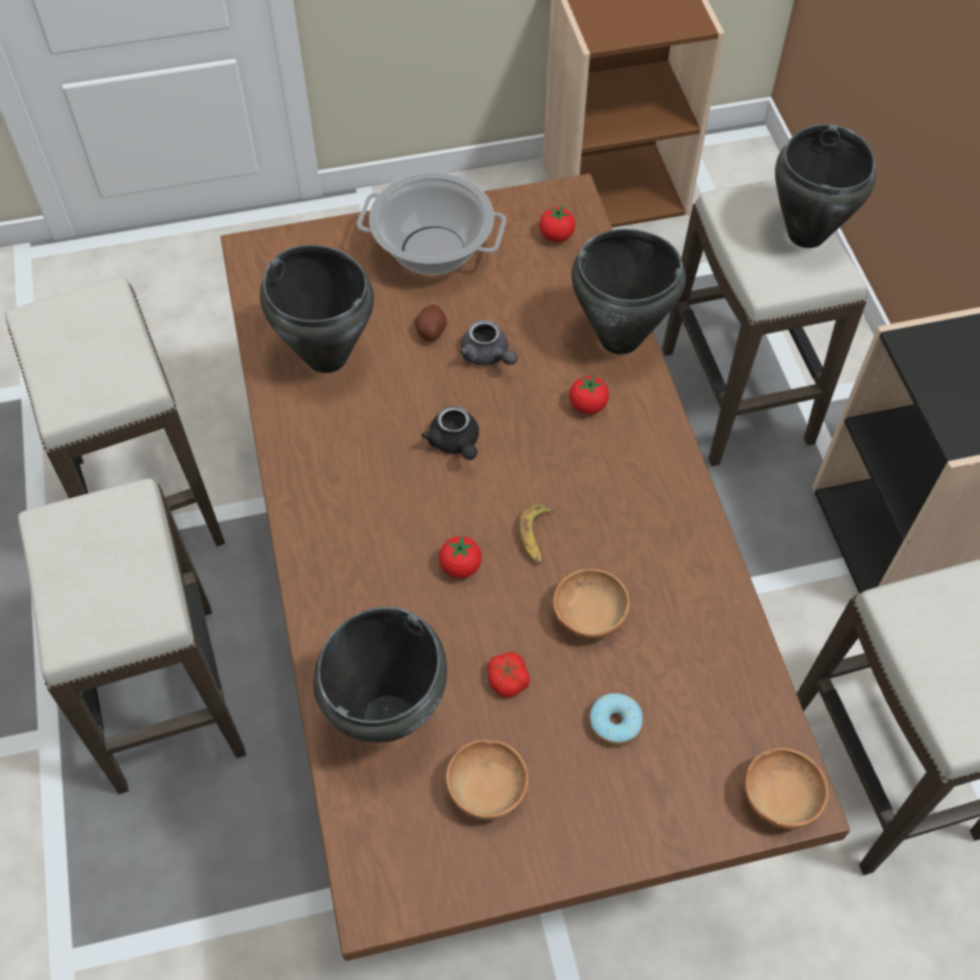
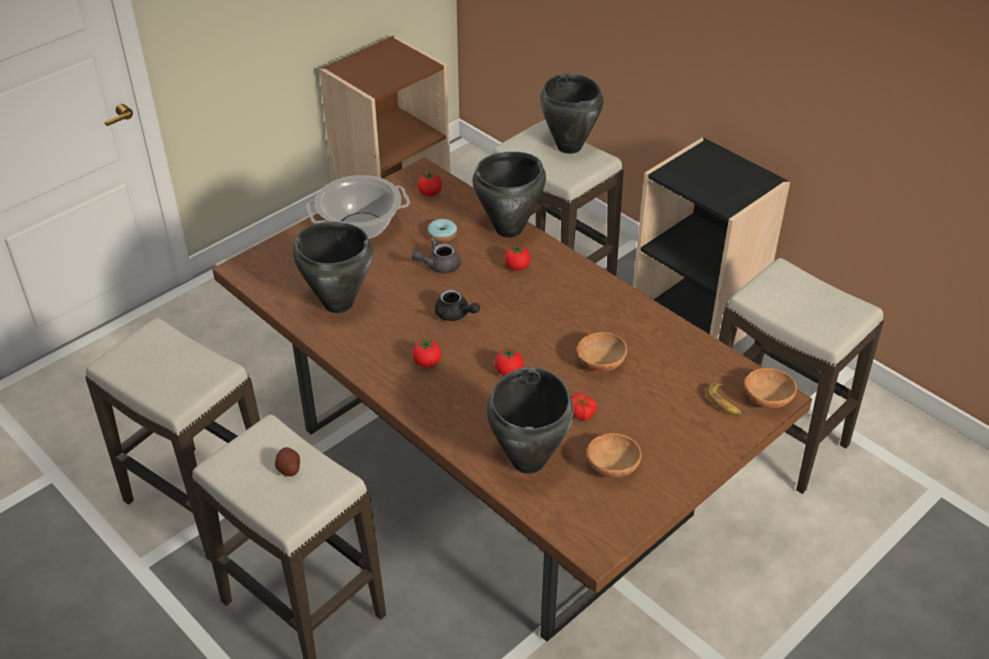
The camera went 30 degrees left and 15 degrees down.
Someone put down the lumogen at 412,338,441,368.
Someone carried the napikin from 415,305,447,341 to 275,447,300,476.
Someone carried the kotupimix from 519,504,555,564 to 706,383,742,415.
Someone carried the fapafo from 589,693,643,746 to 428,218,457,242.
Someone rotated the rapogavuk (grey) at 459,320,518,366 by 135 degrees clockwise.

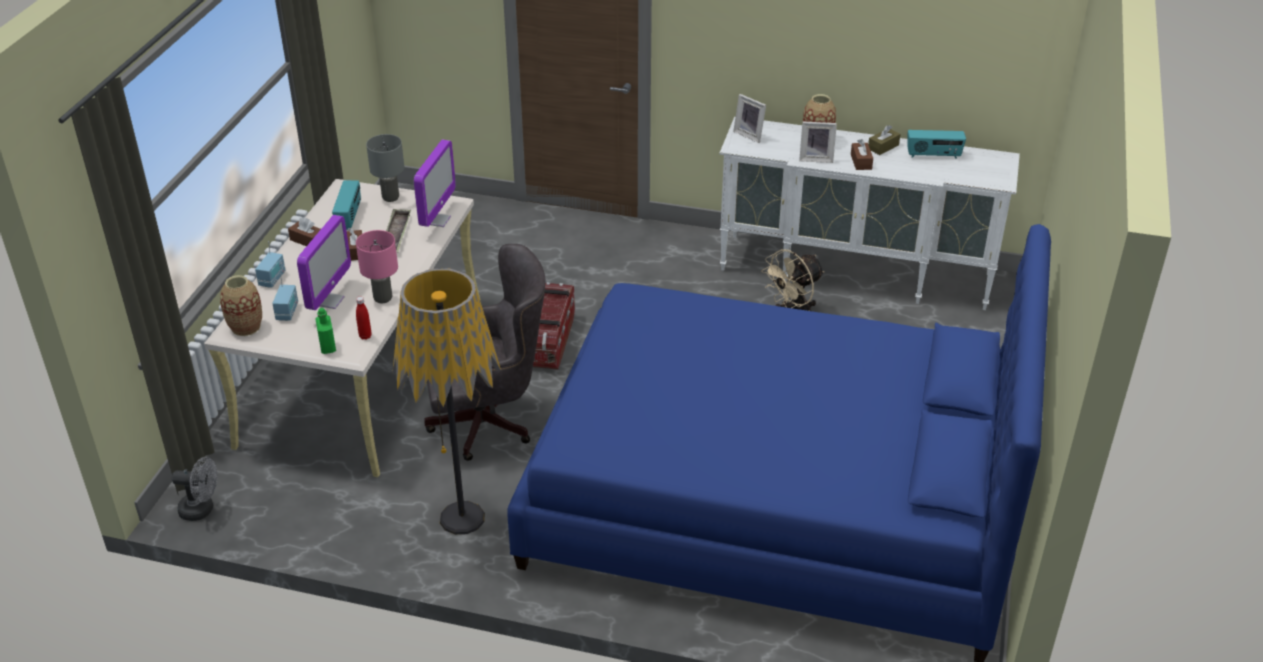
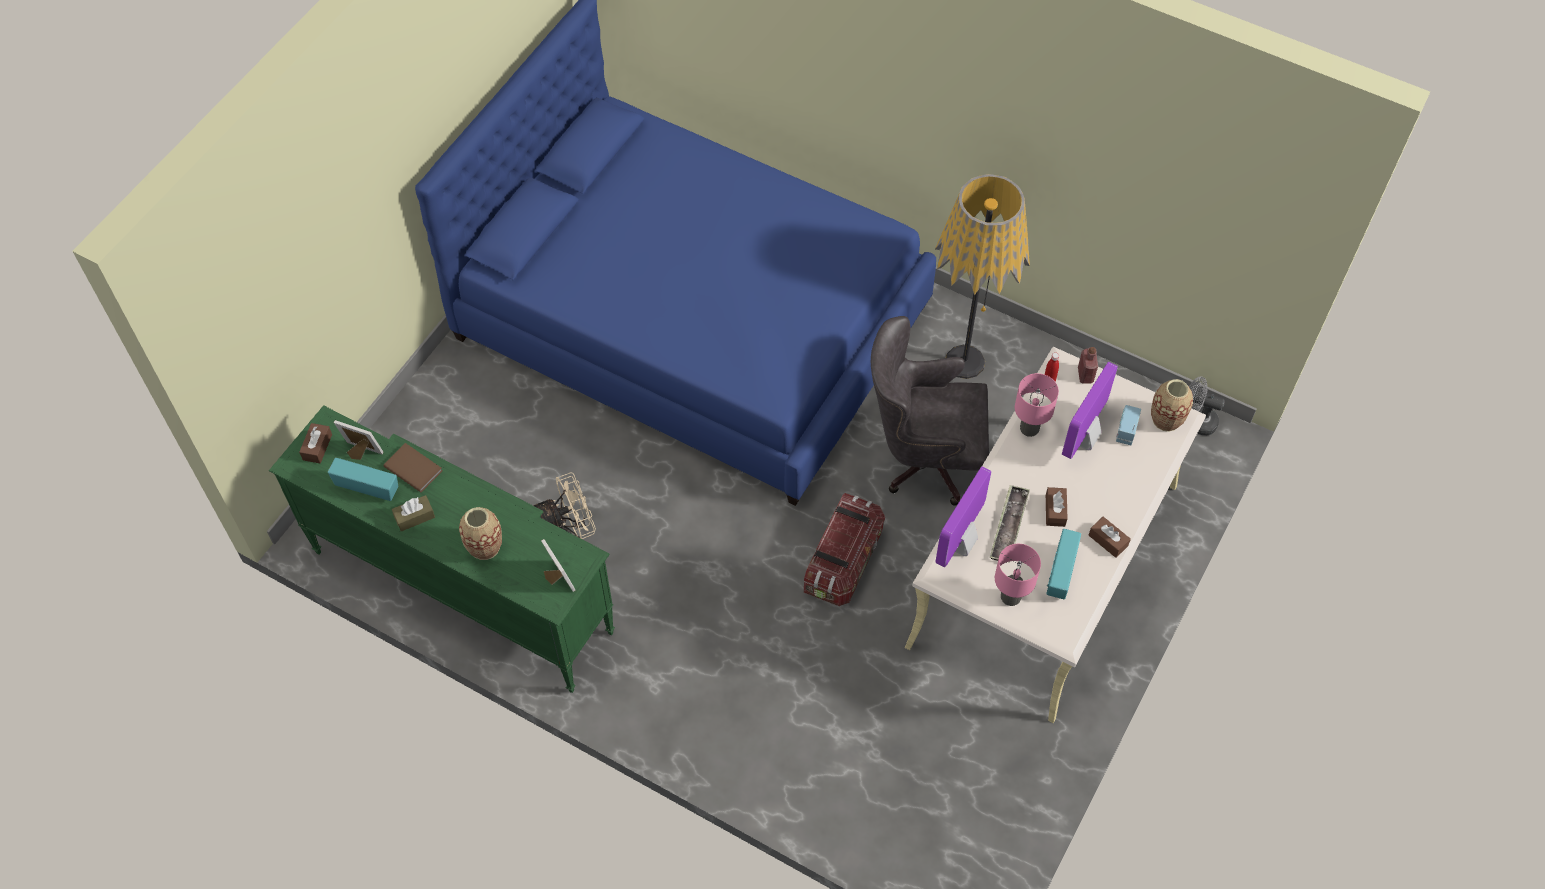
The camera went 165 degrees left and 20 degrees up.
Someone took away the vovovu at 255,241,285,288.
Someone put down the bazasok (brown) at 384,443,442,492.
Someone carried the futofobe from 799,122,837,163 to 334,420,383,460.
Someone carried the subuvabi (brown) from 851,139,873,170 to 299,423,332,463.
Someone repainted the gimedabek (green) at 315,308,336,354, which became the gimedabek (red) at 1078,347,1098,384.
Someone repainted the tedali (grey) at 366,134,405,202, which became the tedali (pink) at 995,544,1041,606.
Someone repainted the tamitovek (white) at 720,117,1020,310, which became the tamitovek (green) at 269,405,615,693.

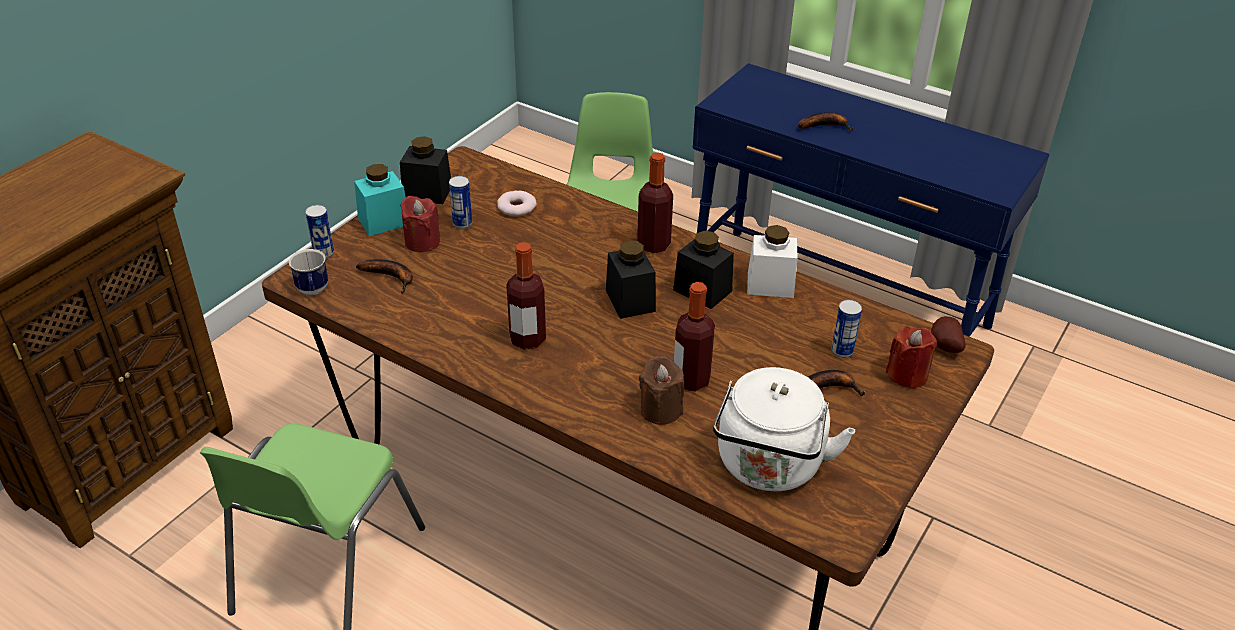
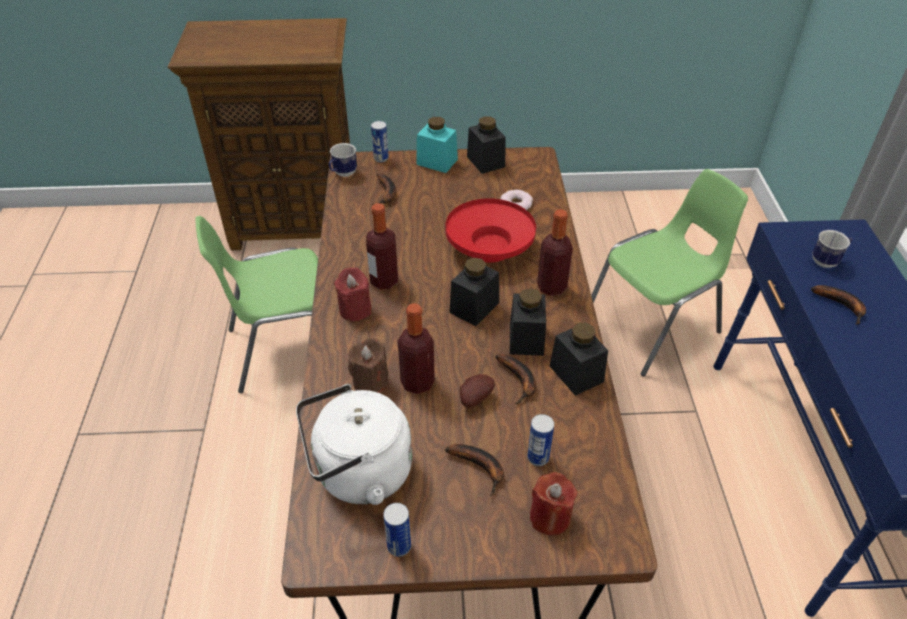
The camera went 55 degrees right and 5 degrees up.
Someone put down the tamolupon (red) at 445,198,536,263.
Someone put down the kotupimix at 495,354,536,404.
Someone put down the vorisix at 813,230,852,268.
Someone carried the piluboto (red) from 400,195,440,252 to 334,268,372,321.
Someone carried the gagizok from 449,176,472,229 to 383,503,411,557.
Someone carried the napikin from 931,316,966,353 to 460,374,495,408.
Someone repainted the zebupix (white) at 747,225,798,298, which became the zebupix (black) at 550,322,608,396.

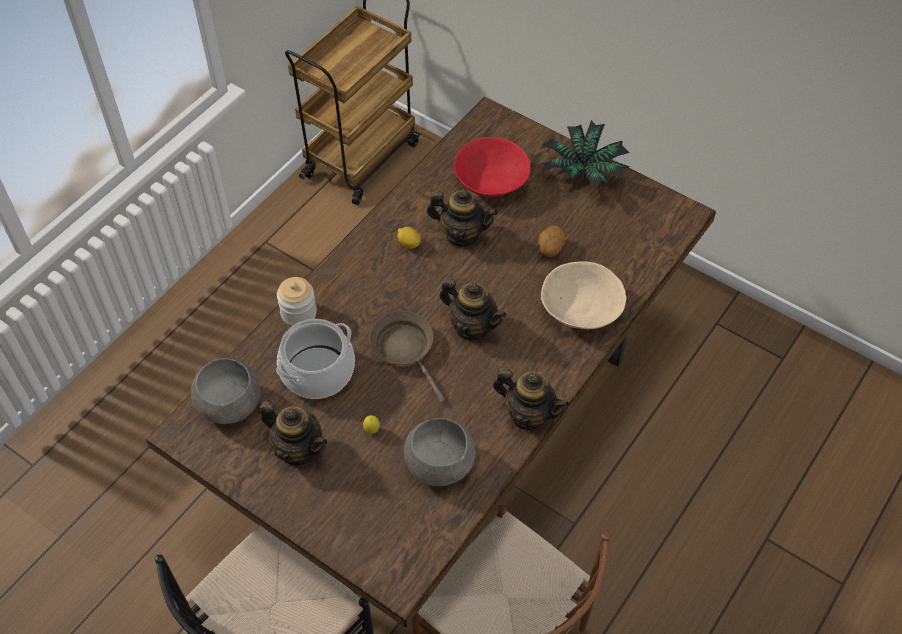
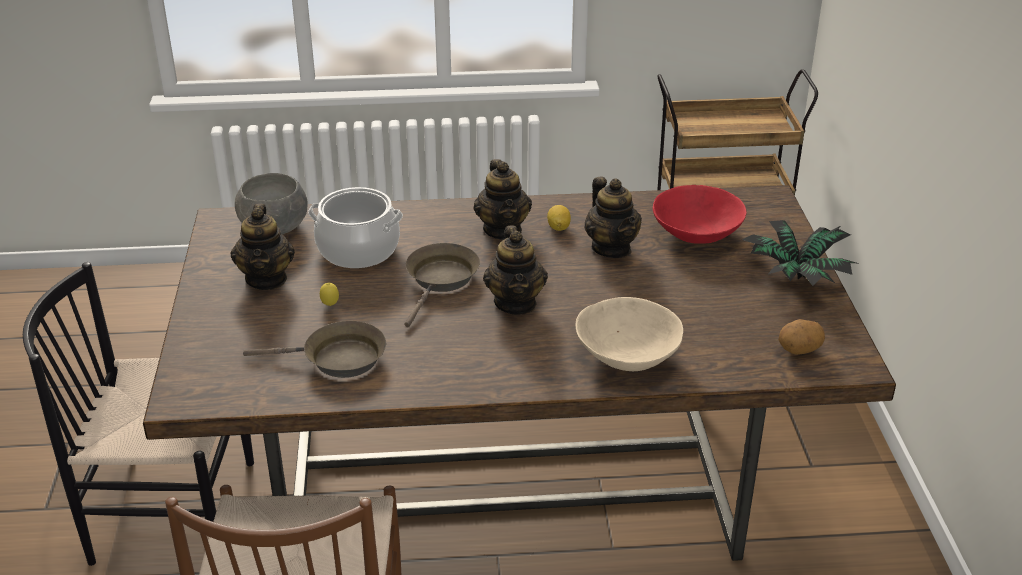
The camera went 50 degrees right and 20 degrees down.
Someone took away the zebupix at 277,277,317,326.
Someone carried the rapogavuk from 493,367,569,430 to 473,159,532,240.
Someone carried the napikin from 538,225,565,257 to 778,319,825,355.
Someone swapped the tamolupon (grey) at 403,417,476,486 for the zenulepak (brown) at 243,321,386,378.

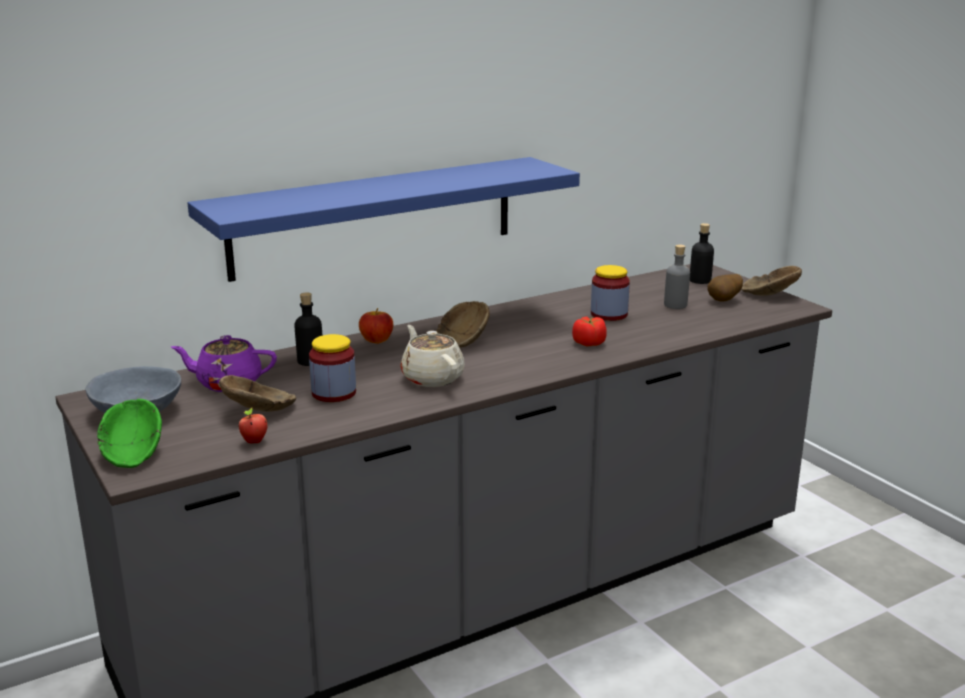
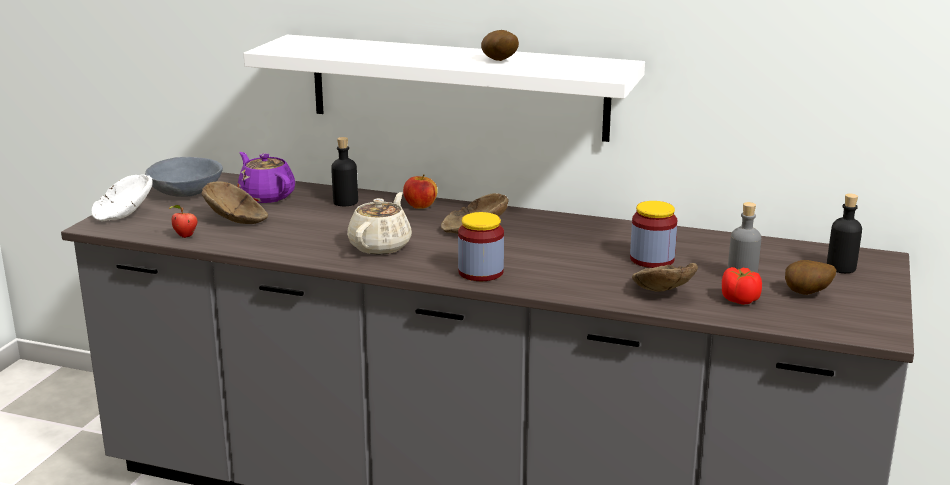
The camera went 50 degrees right and 0 degrees up.
Someone put down the napikin at 481,30,519,61.
Someone carried the zebupix from 309,334,356,402 to 458,212,504,281.
Someone carried the lumogen from 572,317,607,346 to 722,267,762,305.
Someone carried the tamolupon (brown) from 741,266,802,296 to 632,263,698,292.
Someone repainted the tamolupon (green) at 97,399,162,468, which became the tamolupon (white) at 91,174,152,221.
Someone repainted the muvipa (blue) at 188,157,580,282, which became the muvipa (white) at 243,35,645,142.

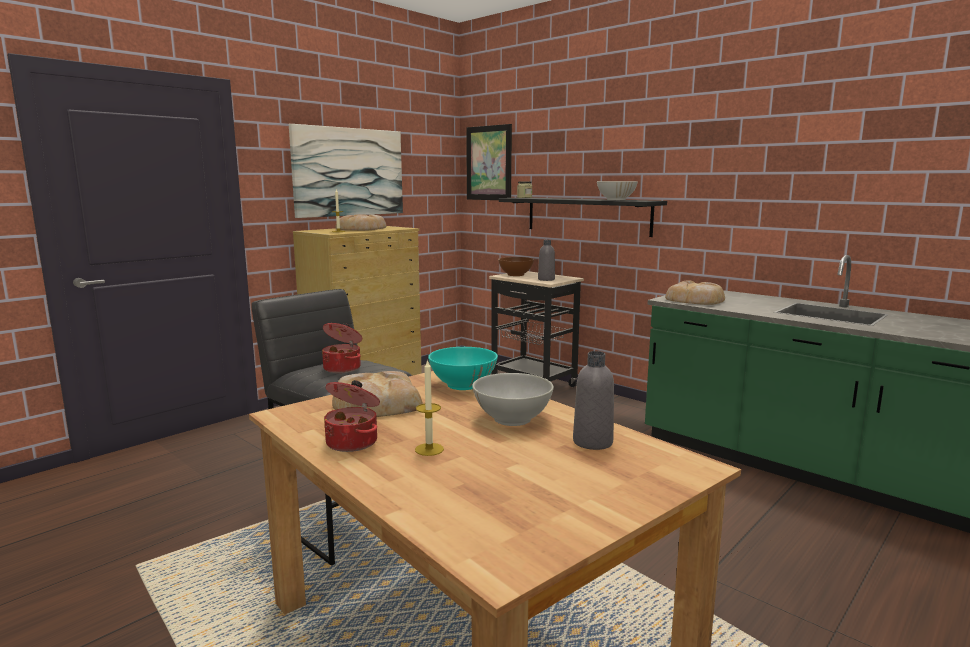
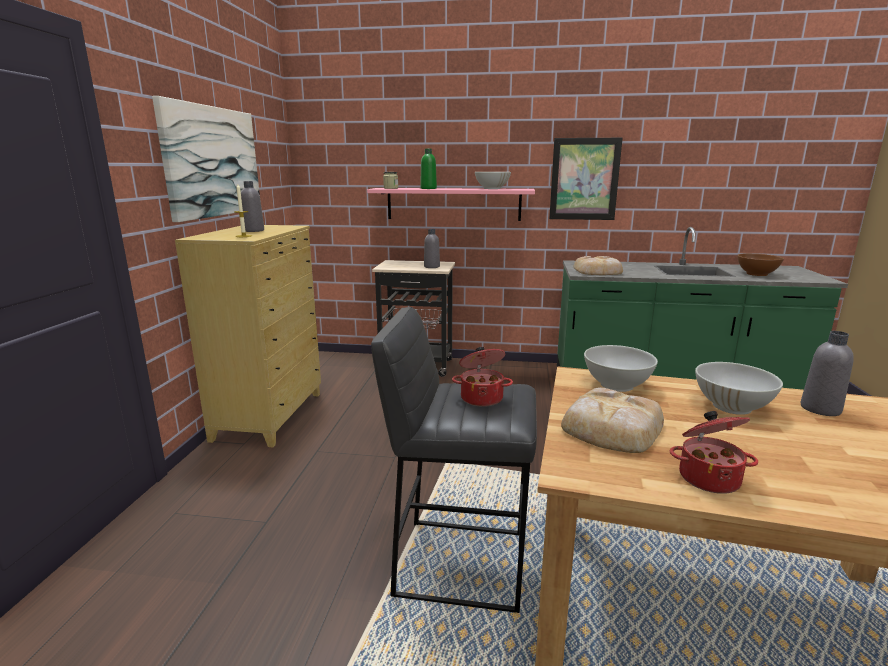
The camera went 35 degrees left and 5 degrees up.
Someone took away the piluboto at 415,359,444,456.
Someone put down the gimedabek (green) at 420,149,437,189.
Someone carried the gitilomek from 466,124,512,200 to 549,138,623,220.
Someone carried the tamolupon (brown) from 498,257,534,276 to 737,253,784,276.
Someone swapped the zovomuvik at 335,214,386,231 for the gimedabek (grey) at 241,181,264,232.
Someone repainted the tamolupon (turquoise) at 428,347,498,390, which became the tamolupon (white) at 584,345,658,392.
Someone repainted the muvipa (black) at 499,198,667,237, which became the muvipa (pink) at 367,188,535,221.

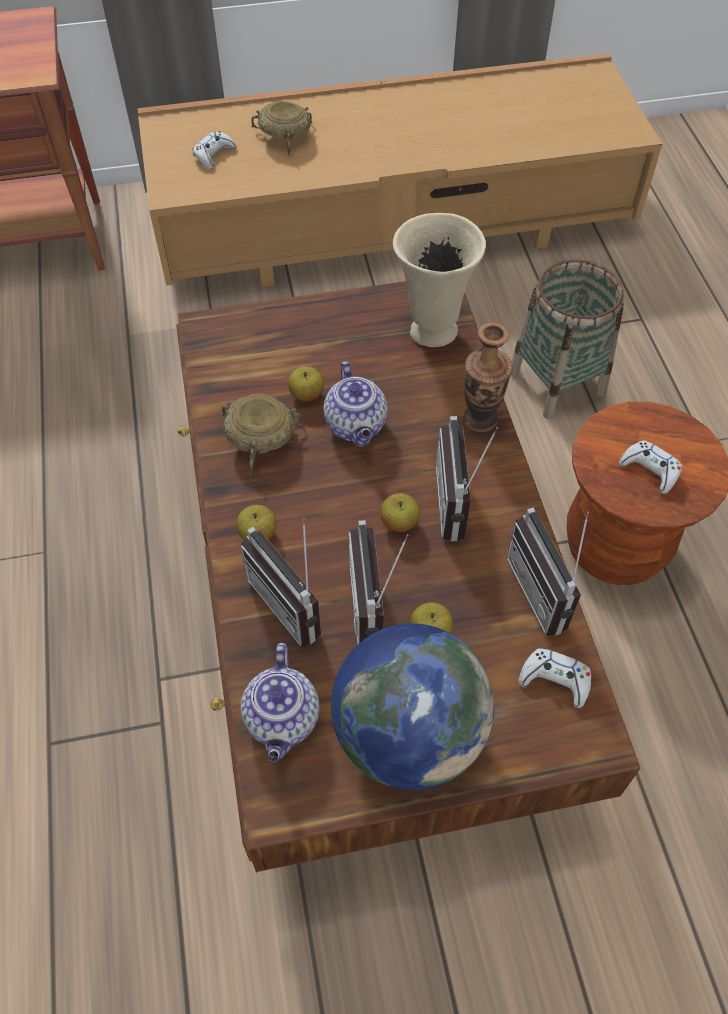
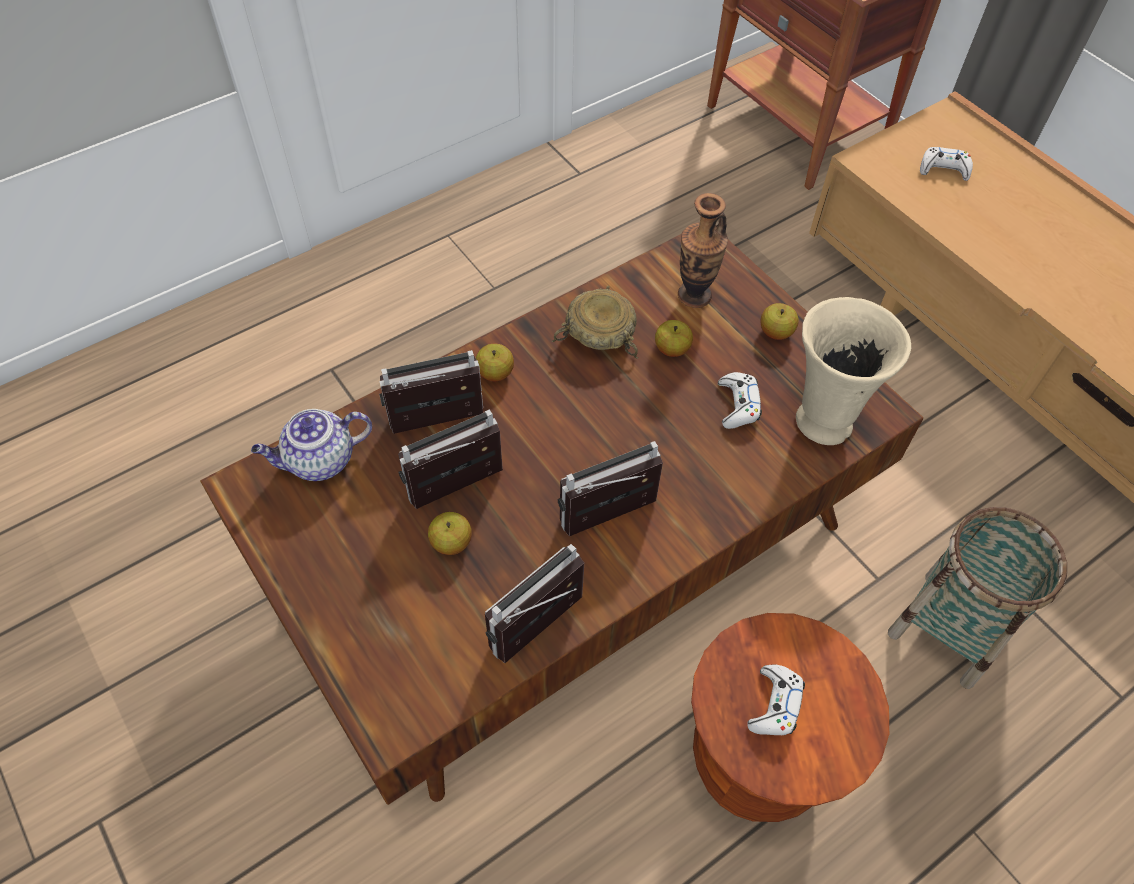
The camera went 65 degrees right and 0 degrees up.
Someone took away the tamolupon (beige) at 251,101,312,156.
Someone took away the rapogavuk at 323,361,388,447.
Someone took away the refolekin at 331,623,494,790.
Someone carried the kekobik from 380,493,420,532 to 760,303,799,340.
Someone carried the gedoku from 463,322,513,432 to 678,193,728,308.
Someone carried the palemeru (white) from 518,648,591,708 to 718,372,762,429.
Someone rotated the vovovu at 241,518,321,647 by 45 degrees clockwise.

